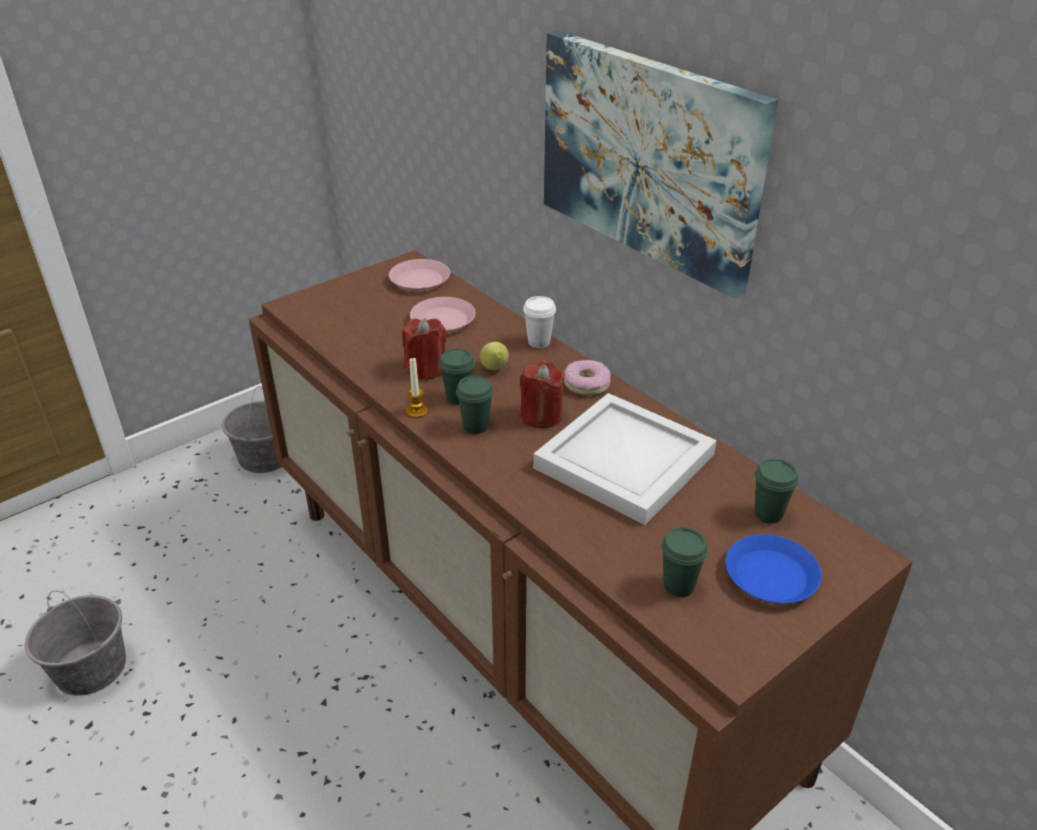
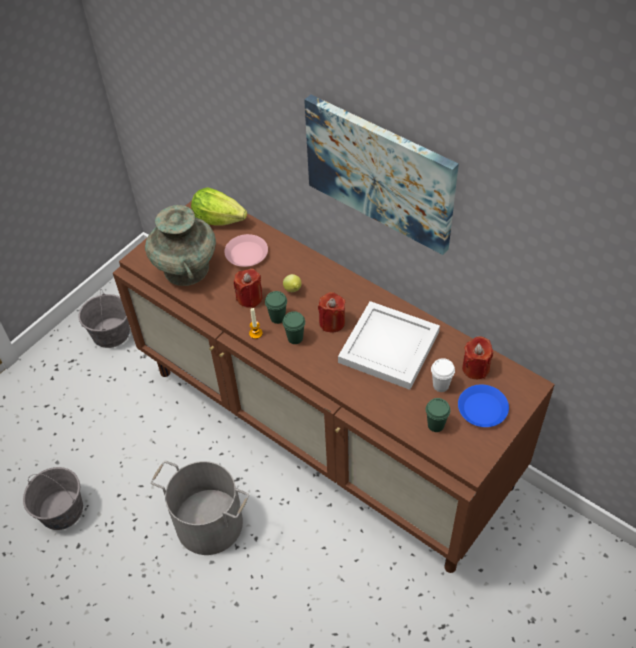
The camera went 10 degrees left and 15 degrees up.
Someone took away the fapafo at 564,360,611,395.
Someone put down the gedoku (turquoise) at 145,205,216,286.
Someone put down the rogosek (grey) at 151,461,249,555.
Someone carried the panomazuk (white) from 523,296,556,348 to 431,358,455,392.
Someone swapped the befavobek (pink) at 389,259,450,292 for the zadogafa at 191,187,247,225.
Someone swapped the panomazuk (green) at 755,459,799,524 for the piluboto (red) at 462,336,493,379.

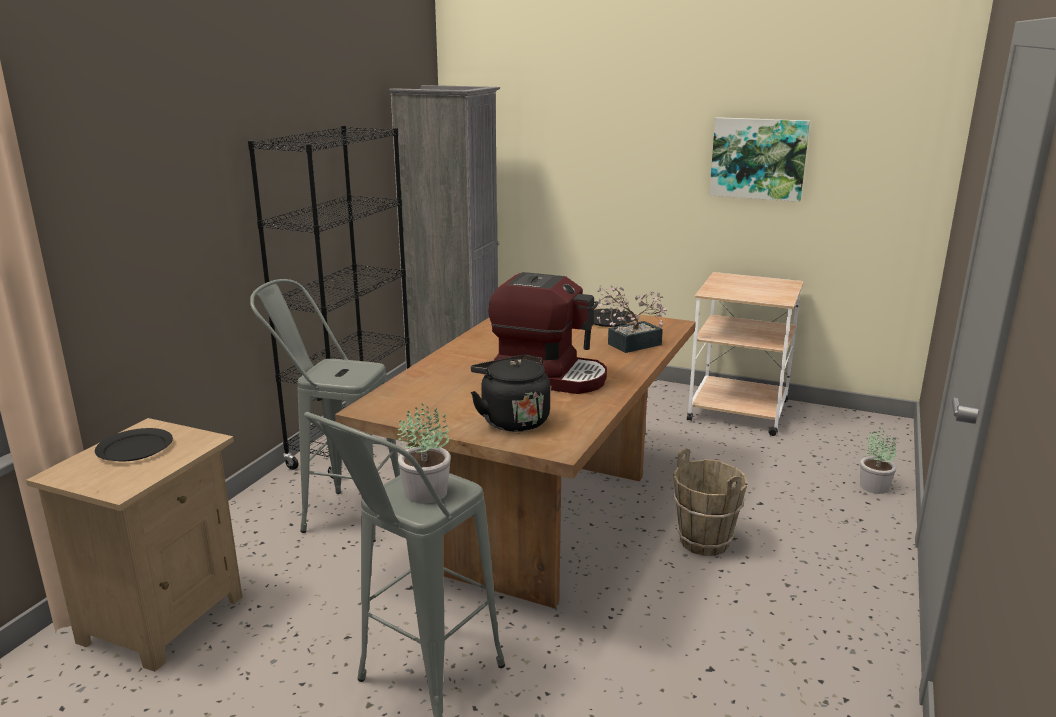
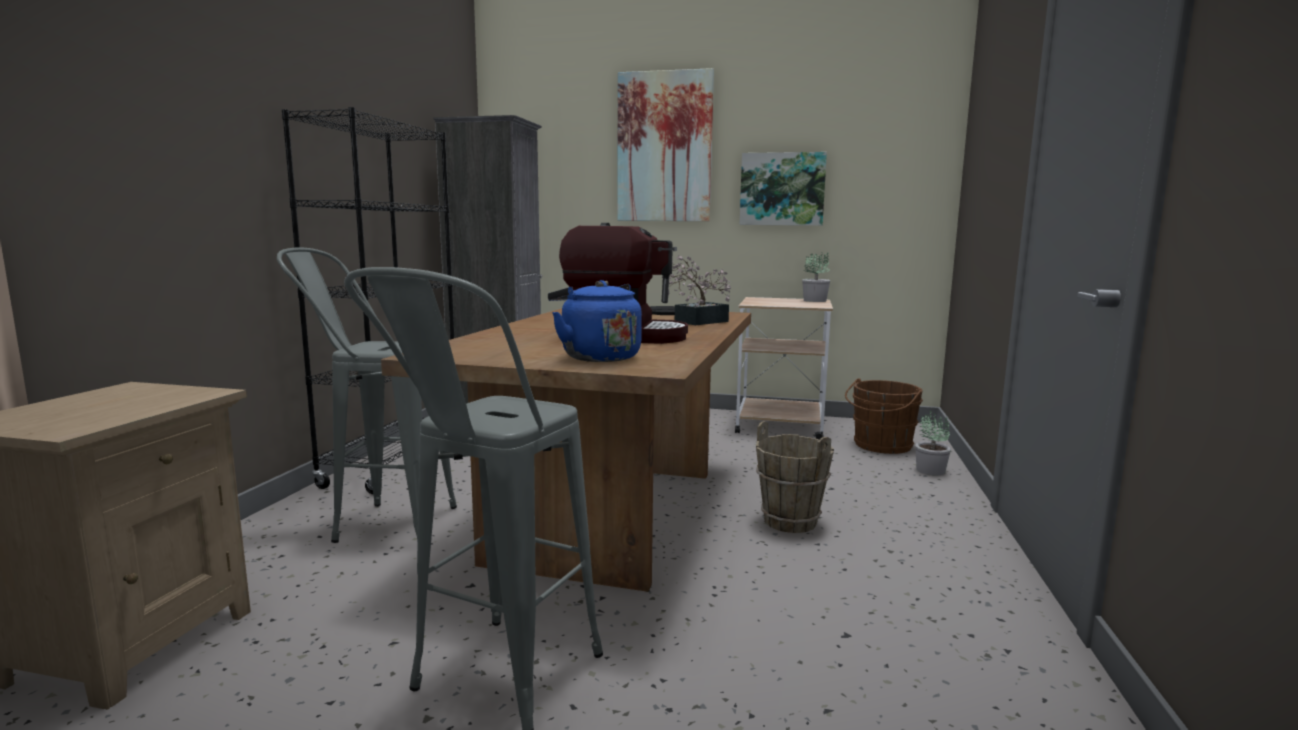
The camera went 10 degrees left and 10 degrees down.
Someone took away the befavobek (black) at 95,428,173,461.
Someone put up the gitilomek at 617,68,714,221.
Someone put down the rogosek (brown) at 845,378,923,454.
Someone carried the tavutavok from 397,404,451,504 to 802,252,830,302.
Someone repainted the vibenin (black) at 471,355,550,432, which became the vibenin (blue) at 548,280,642,362.

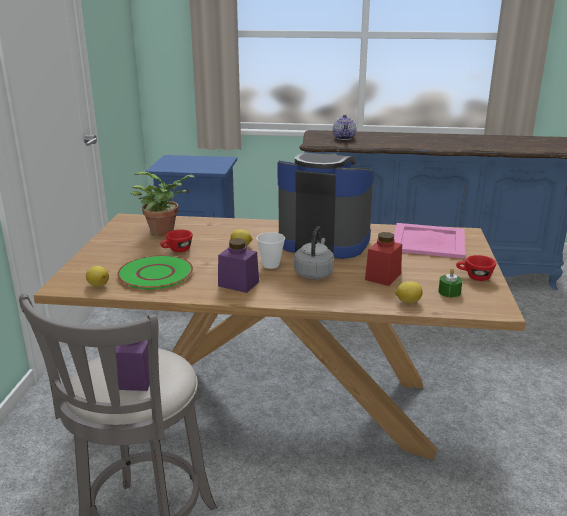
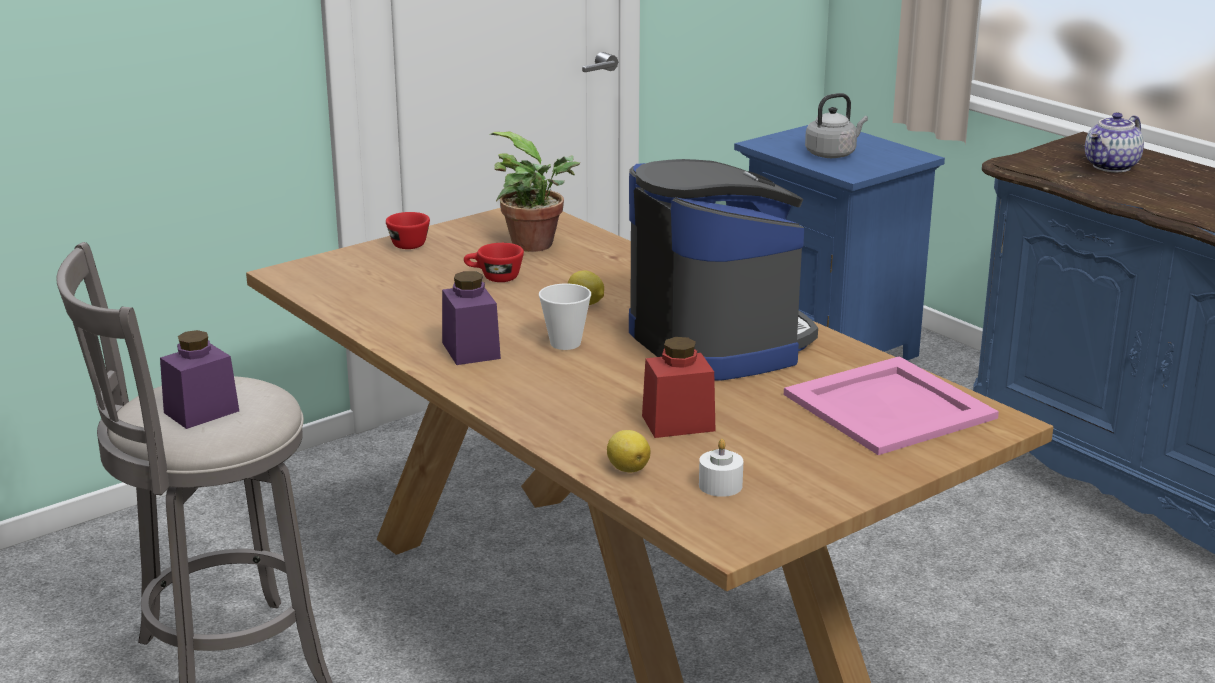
The camera went 45 degrees right and 0 degrees up.
Someone took away the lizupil at 86,266,109,287.
Someone took away the befavobek (green) at 117,255,193,289.
Someone carried the vibenin (grey) from 294,226,334,279 to 805,93,868,158.
Someone carried the panomazuk (red) from 456,255,496,281 to 386,212,430,249.
Someone repainted the piluboto (green) at 438,268,463,297, which became the piluboto (white) at 699,439,743,497.

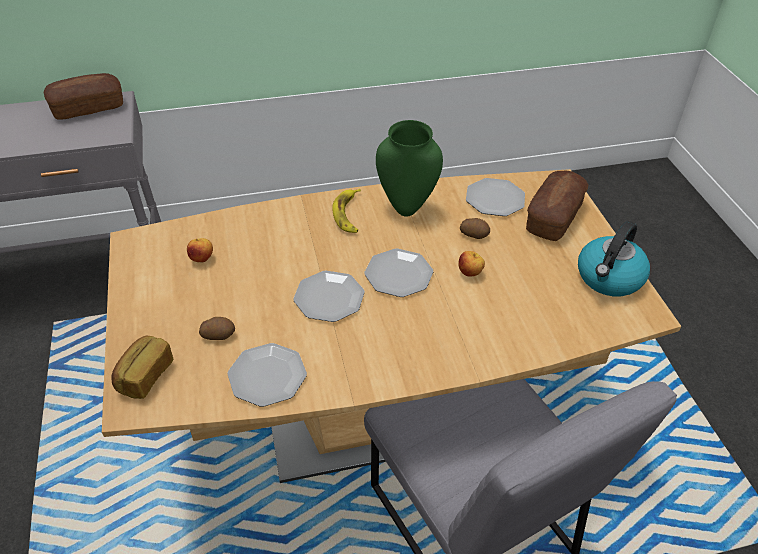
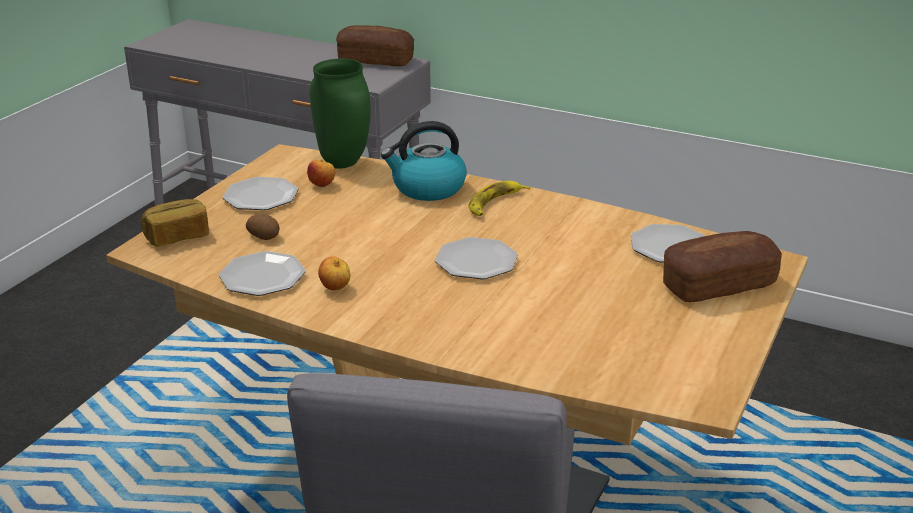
The camera went 40 degrees right and 15 degrees down.
Someone took away the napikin at 460,218,490,239.
Someone carried the befavobek from 293,271,365,322 to 223,177,298,210.
Someone carried the gedoku (green) from 376,120,443,217 to 310,59,371,169.
Someone carried the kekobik from 458,251,485,277 to 318,256,350,290.
Someone carried the vibenin from 578,221,650,296 to 381,121,467,201.

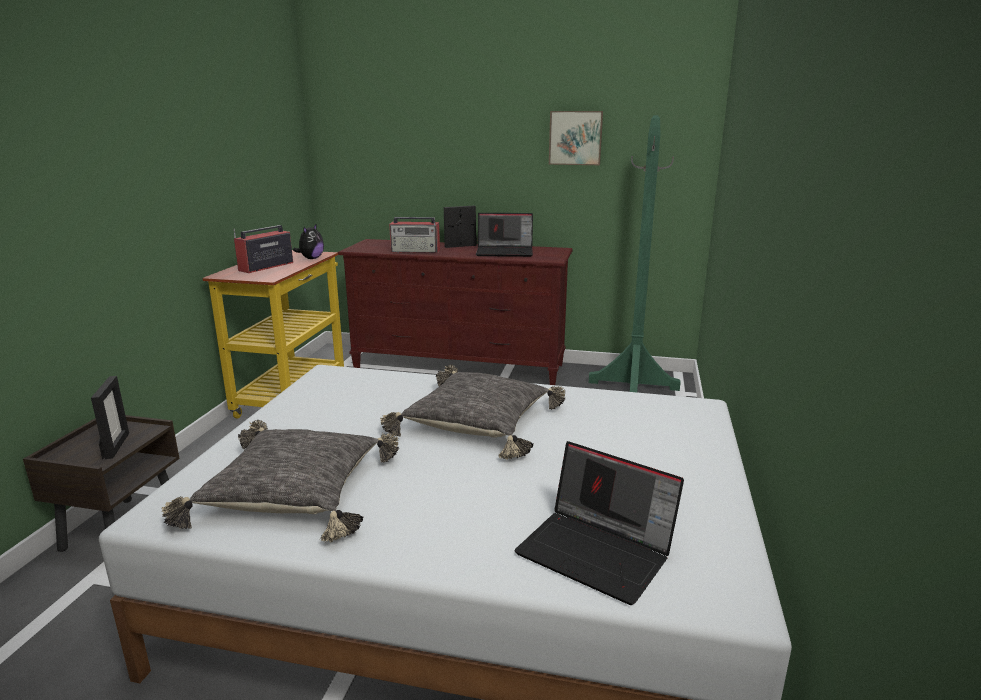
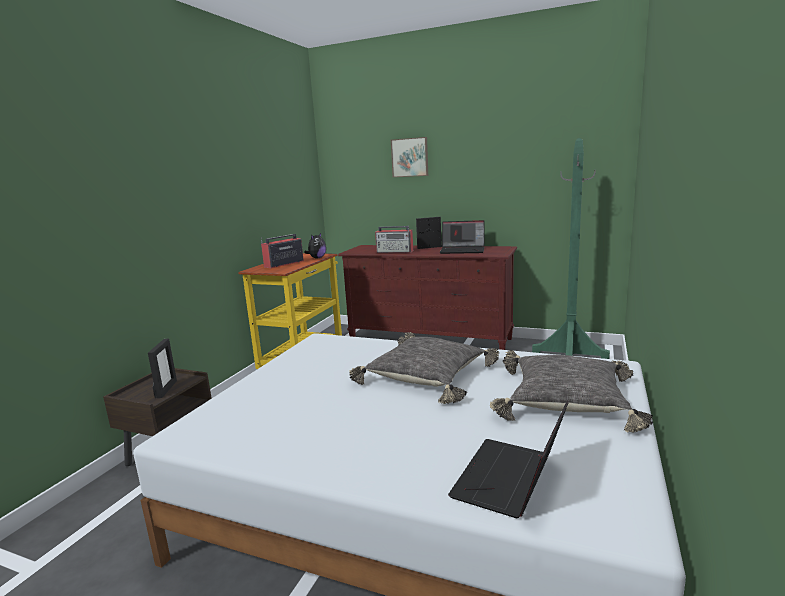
The camera went 10 degrees right and 5 degrees down.
Someone carried the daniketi from 162,419,399,543 to 490,350,654,433.
Someone carried the gitilomek from 549,111,603,165 to 391,137,428,177.
Someone rotated the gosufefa at 515,441,684,605 by 75 degrees clockwise.

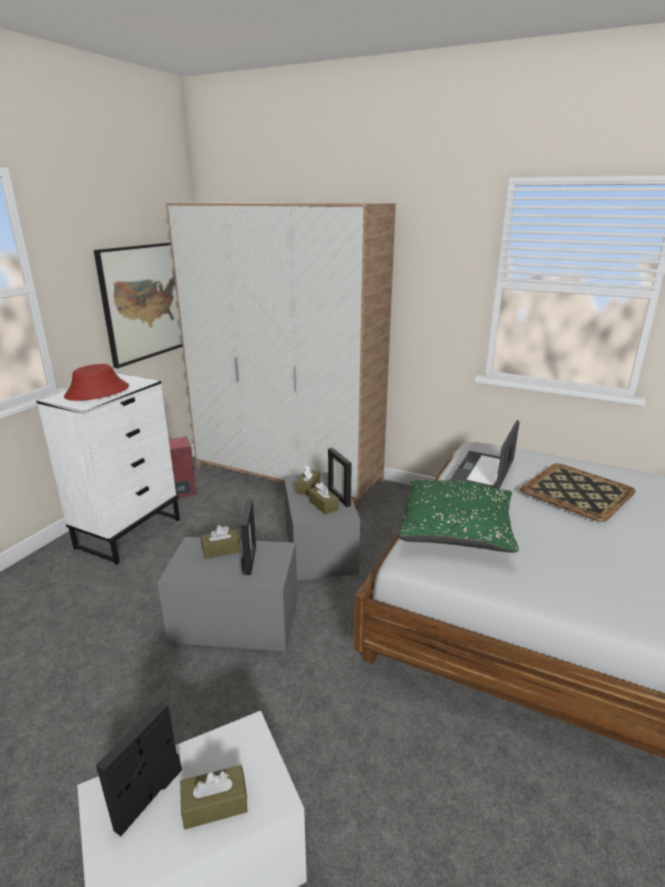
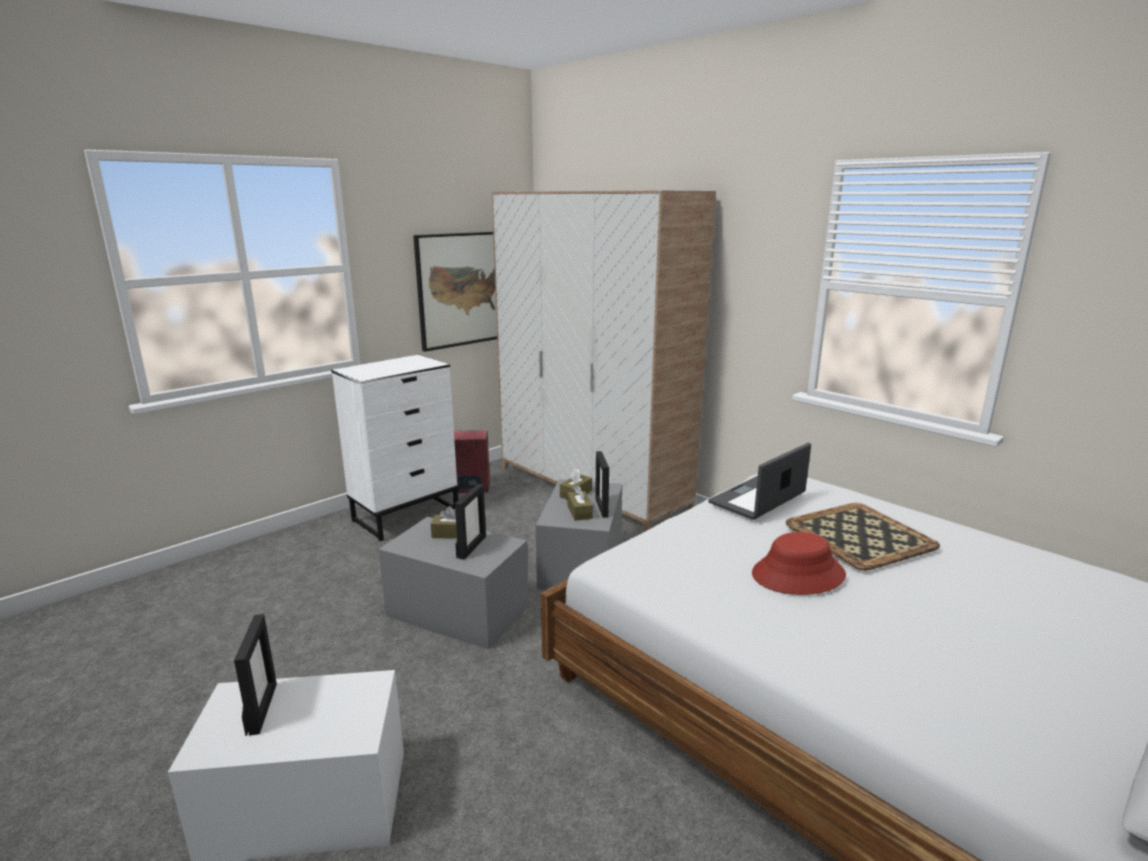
The camera went 20 degrees right and 5 degrees down.
Someone took away the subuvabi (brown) at 180,765,248,829.
Someone took away the daniketi (green) at 398,480,519,553.
Someone carried the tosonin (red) from 64,364,129,401 to 752,532,846,595.
Someone rotated the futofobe at 96,701,182,836 by 120 degrees clockwise.

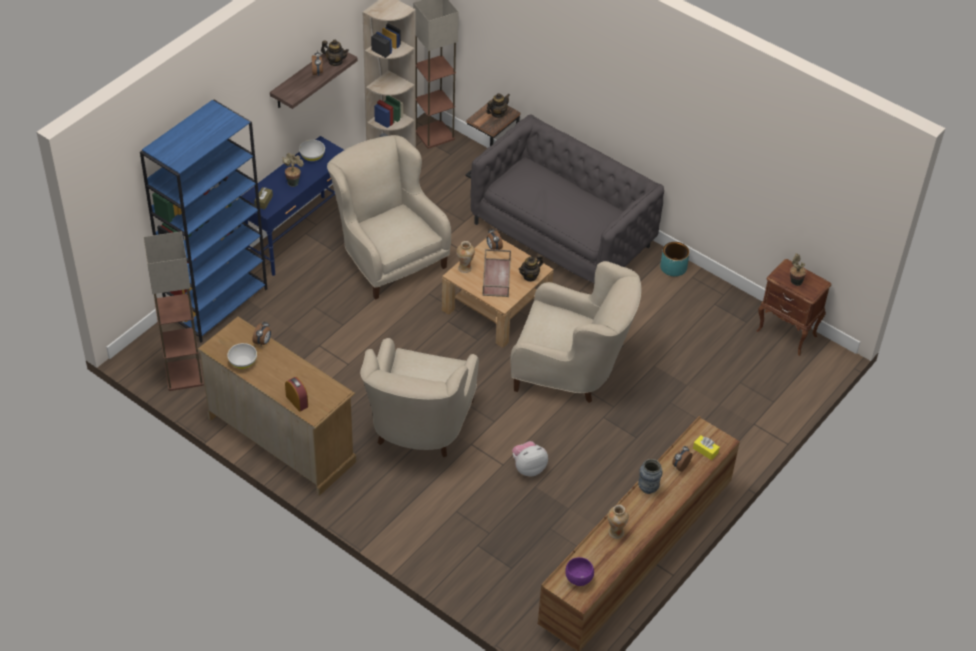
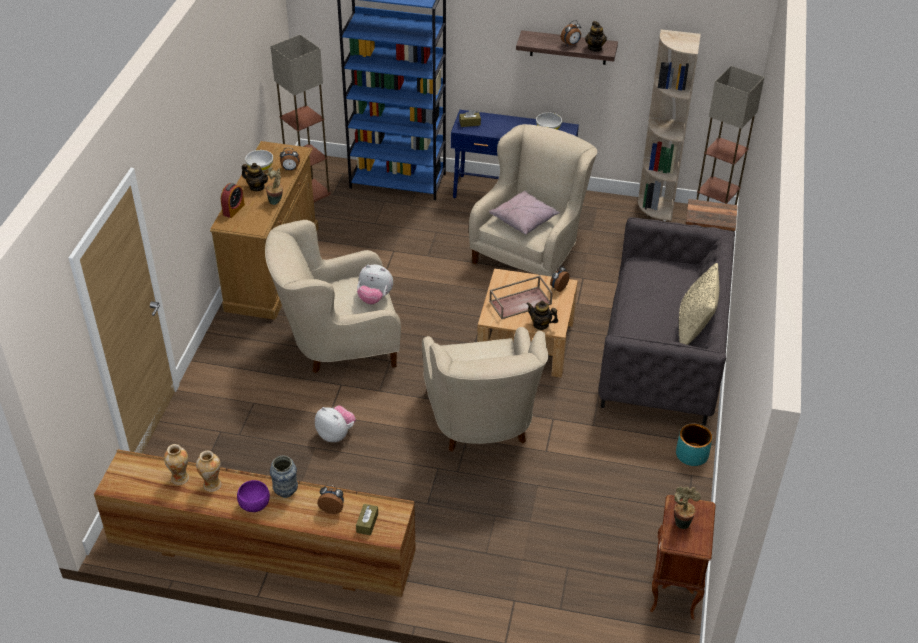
The camera went 65 degrees right and 5 degrees down.
Someone put down the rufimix at 357,264,393,304.
Someone put down the daniketi (purple) at 489,190,560,235.
Someone put down the daniketi (beige) at 678,263,719,345.
Someone carried the tavutavok from 282,153,304,187 to 266,167,283,205.
Someone carried the gedoku from 457,241,475,273 to 164,444,189,485.
Someone carried the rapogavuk from 486,93,510,118 to 242,163,268,191.
Someone carried the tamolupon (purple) from 565,557,594,586 to 237,480,270,512.
Someone repainted the subuvabi (yellow) at 693,436,720,460, which became the subuvabi (brown) at 356,504,378,536.

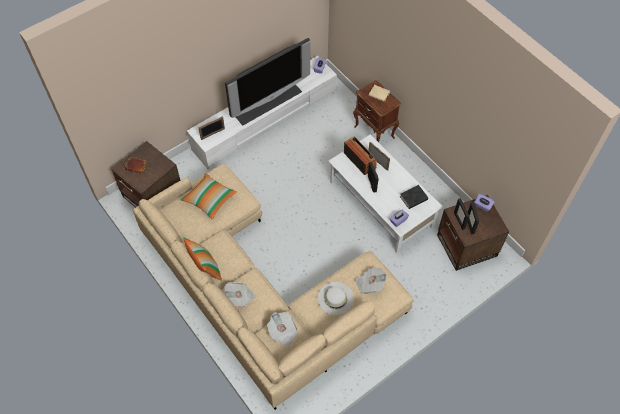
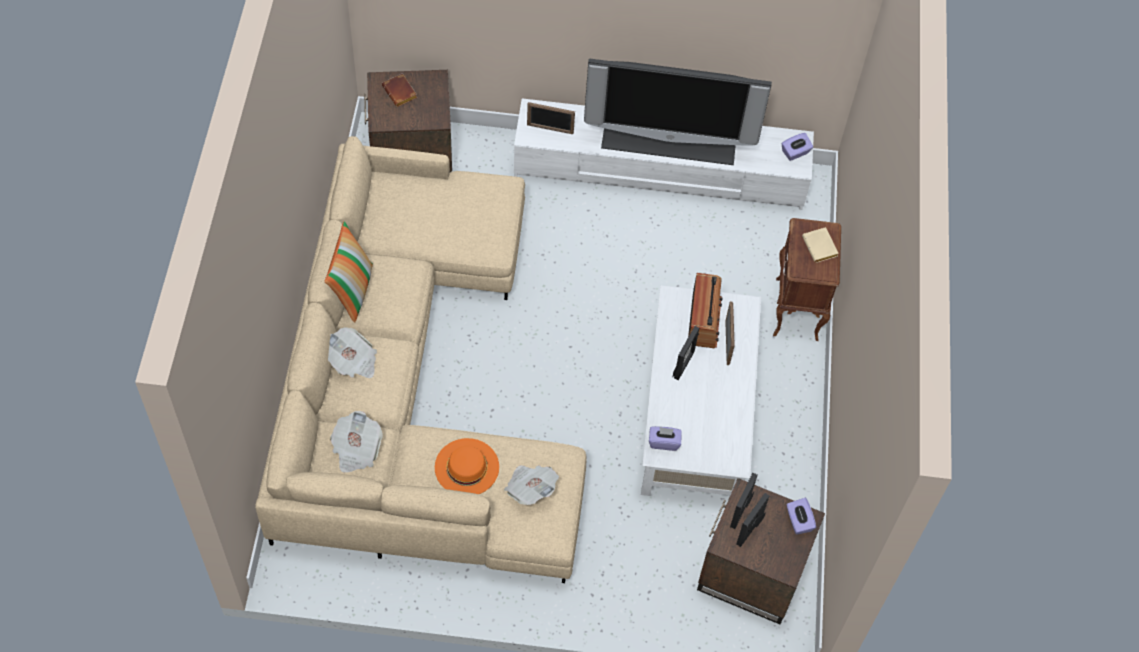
The camera went 40 degrees right and 0 degrees up.
Someone took away the daniketi at 181,173,237,219.
Someone took away the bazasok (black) at 400,185,428,209.
Someone repainted the tosonin (white) at 318,282,354,315, which became the tosonin (orange) at 435,438,499,494.

